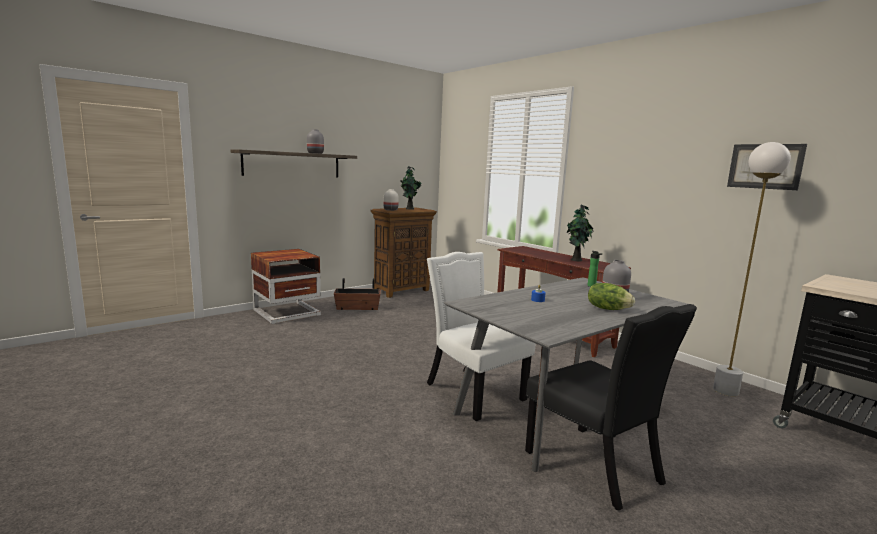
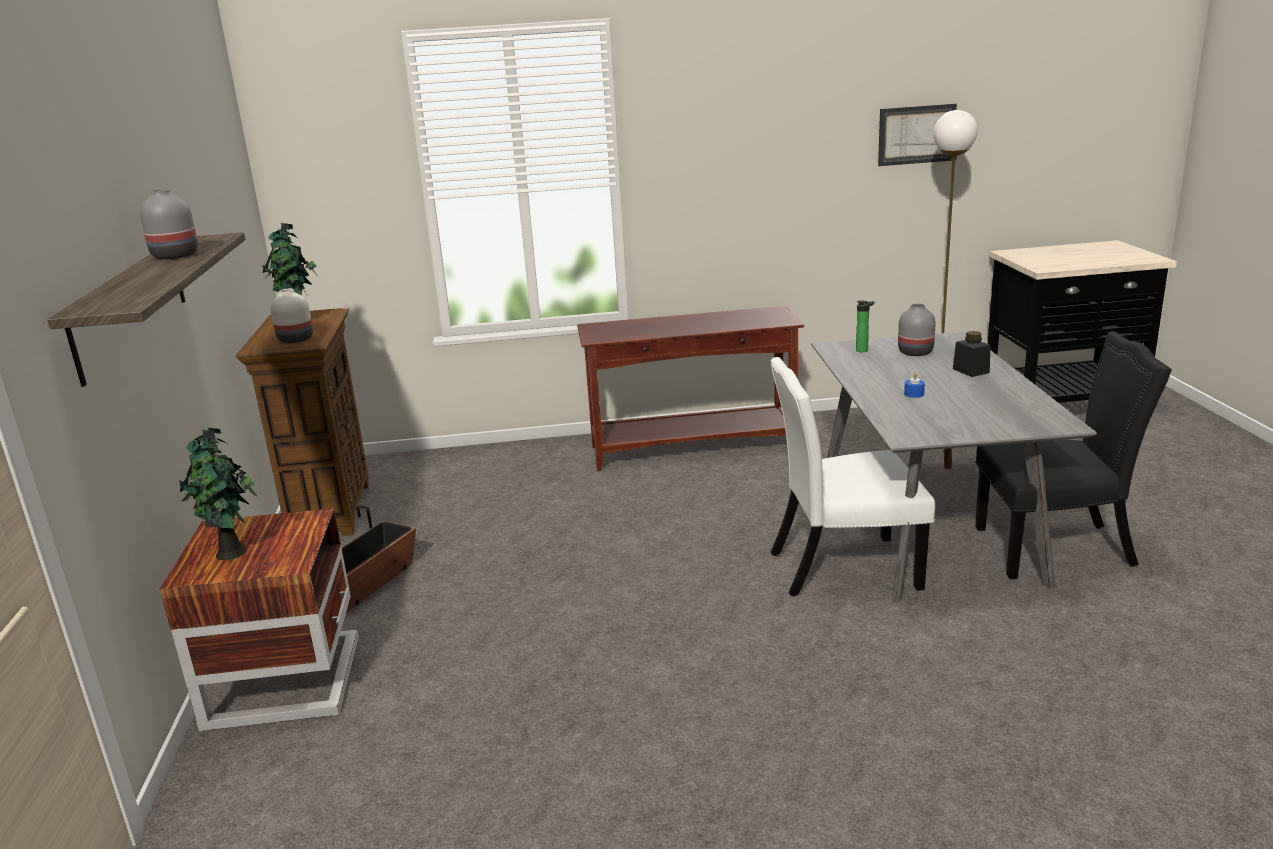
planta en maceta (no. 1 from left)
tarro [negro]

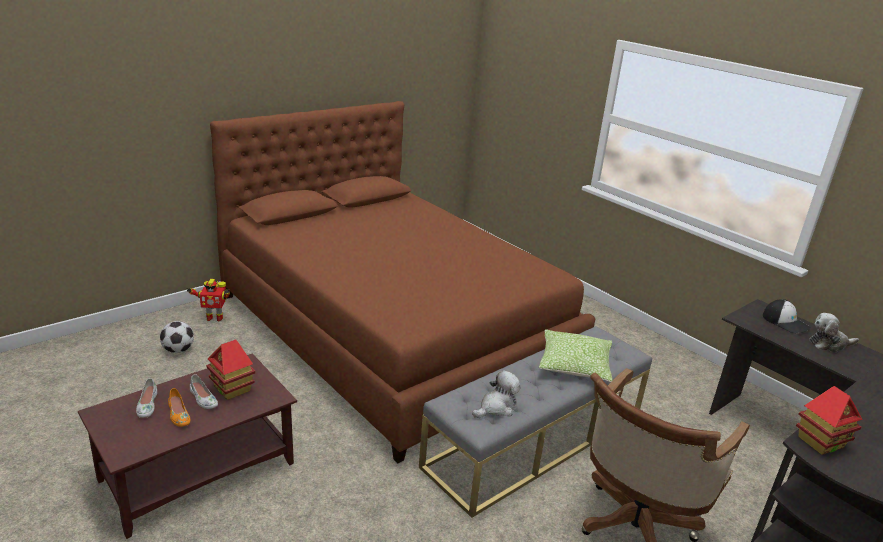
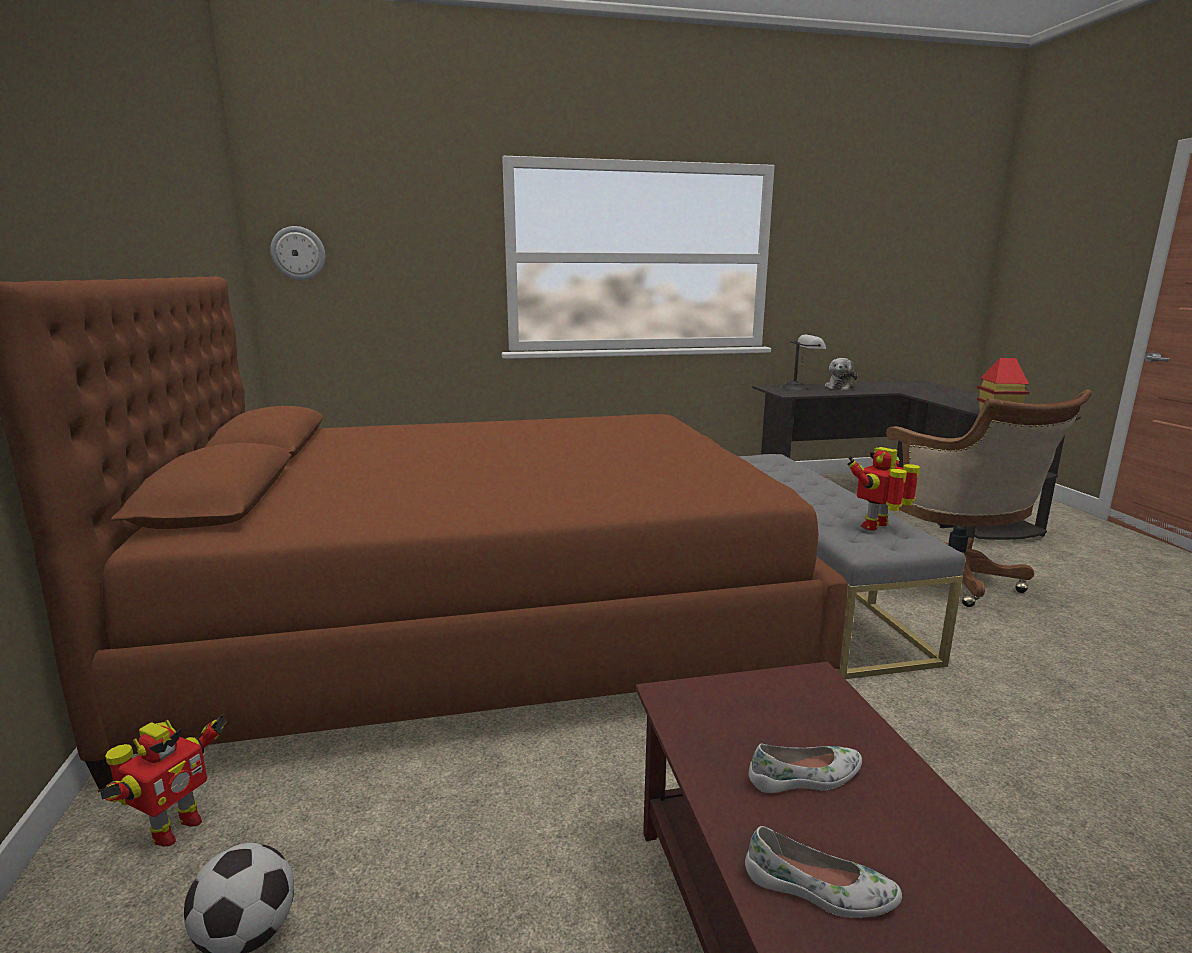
zapato [naranja]
casita (no. 1 from left in the first image)
robot de juguete (no. 2 from left)
cojín
lámpara de mesa
reloj de pared

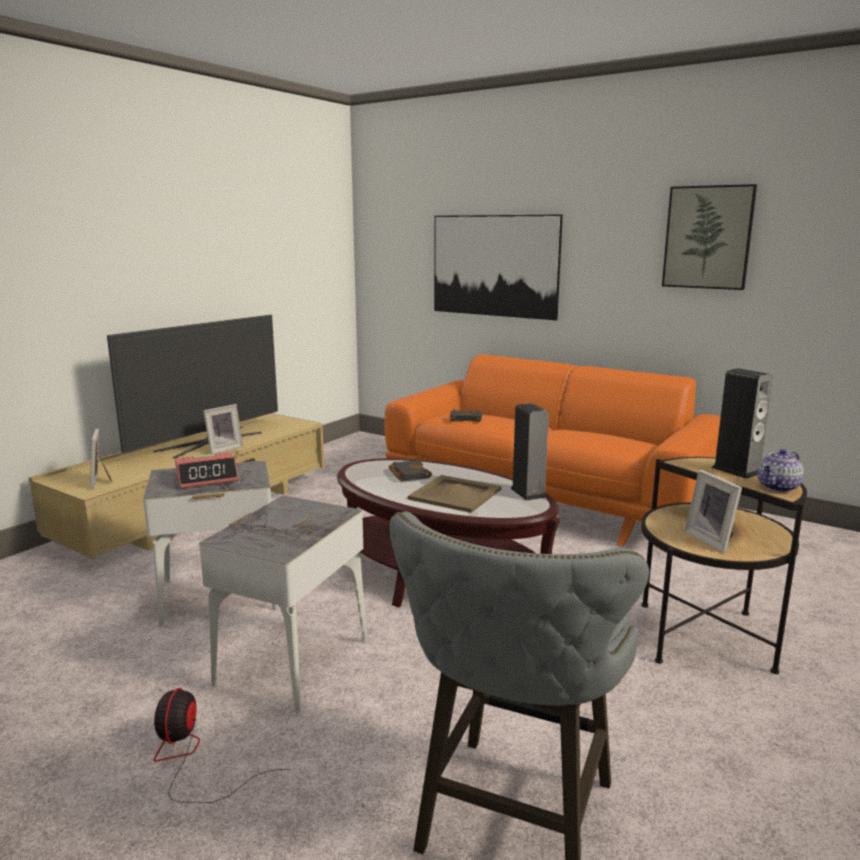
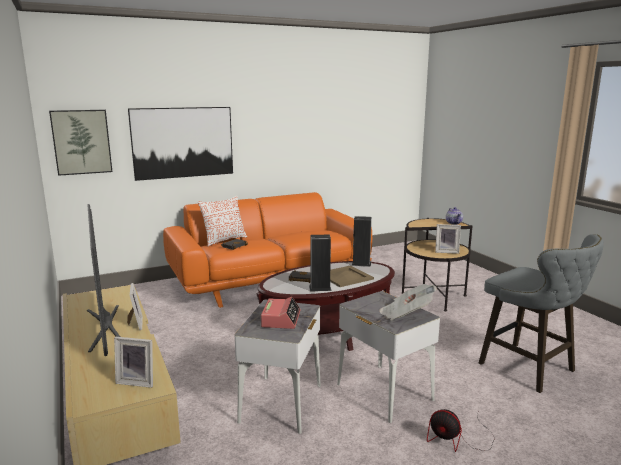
cuadro (no. 1 from left)
altavoz (no. 1 from left)
cojín [blanco]
periódico

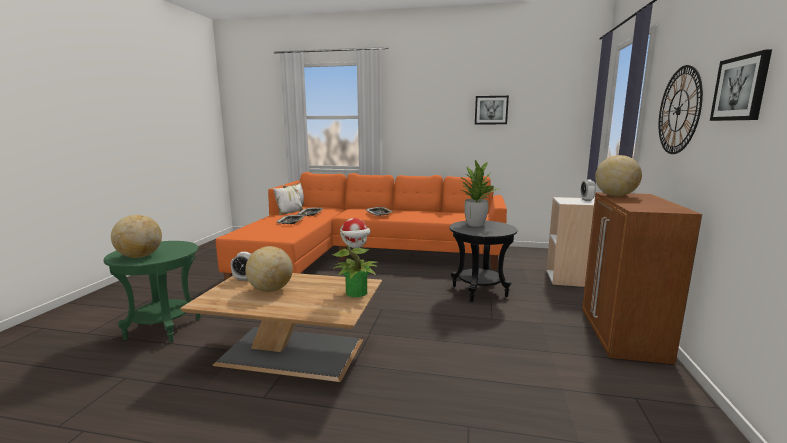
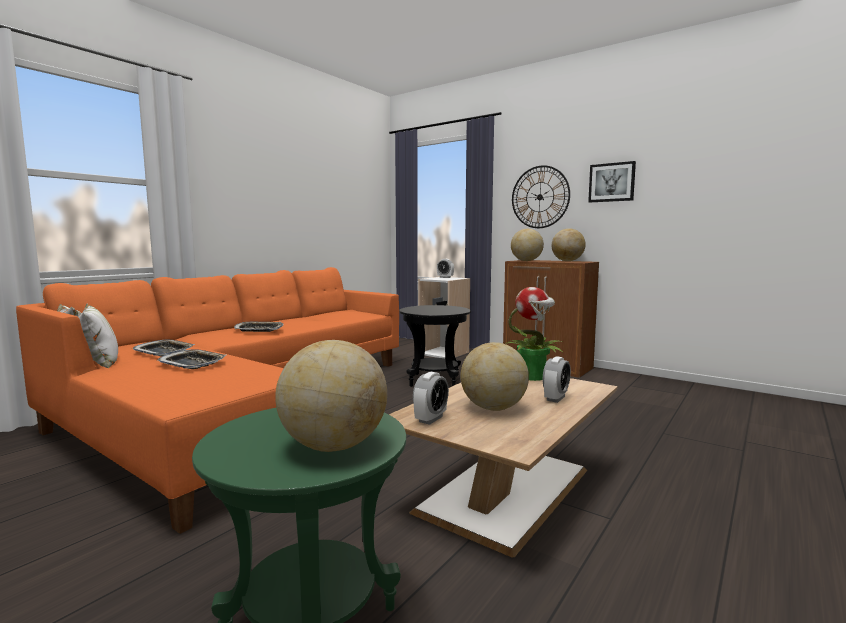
planta en maceta (no. 2 from left in the first image)
cuadro (no. 1 from left in the first image)
despertador (no. 3 from left)
globo terráqueo (no. 4 from left)

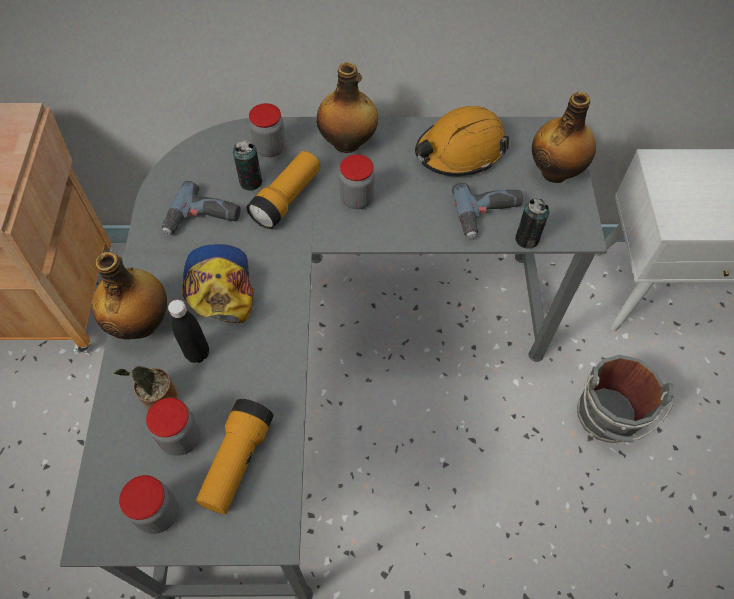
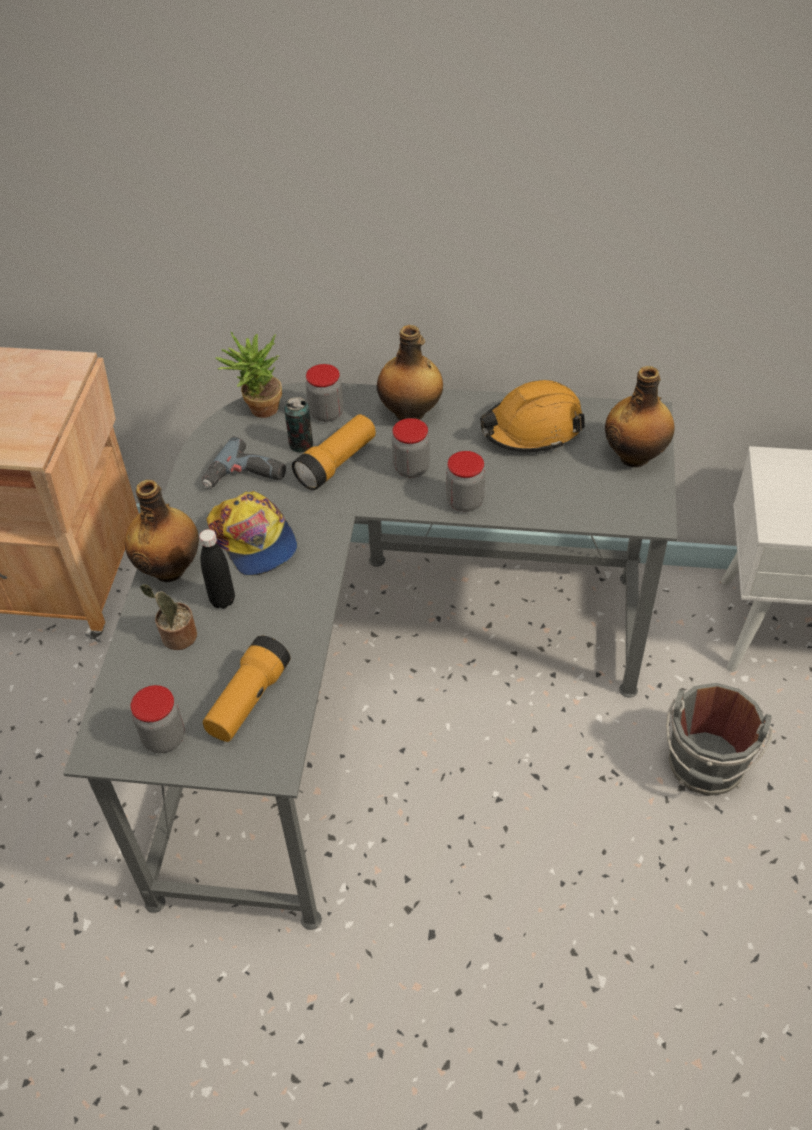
tarro (no. 4 from left)
gorra
taladro (no. 2 from left in the first image)
lata (no. 2 from left in the first image)
planta en maceta (no. 2 from left)

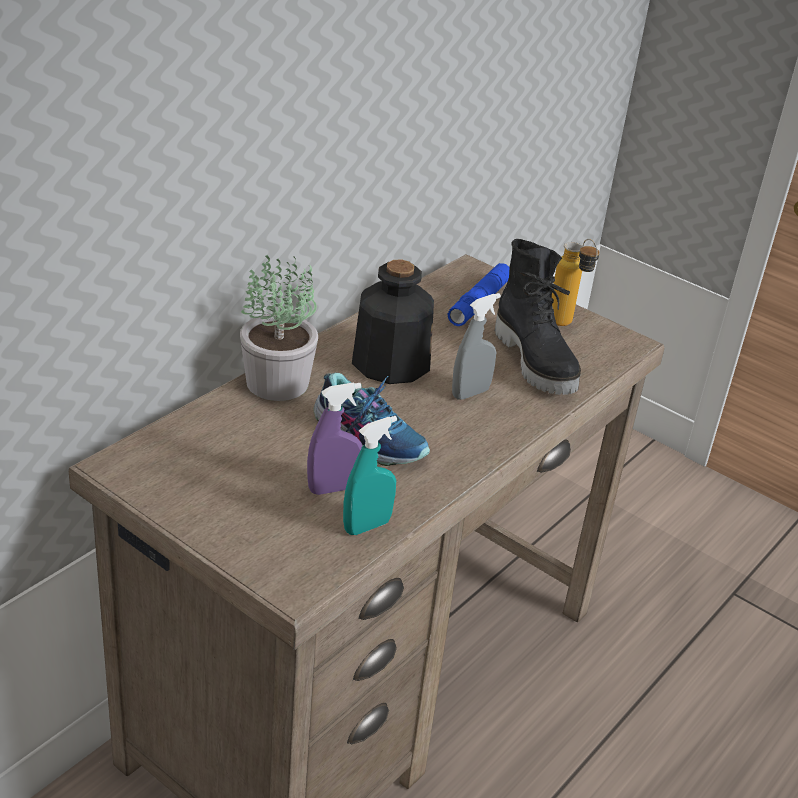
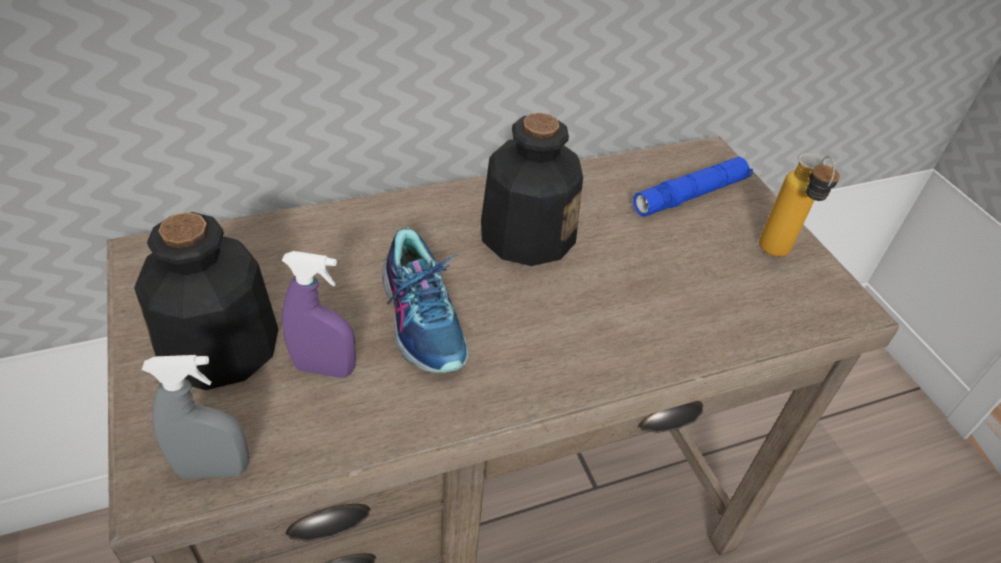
planta en maceta
pulverizador [turquesa]
pulverizador [gris]
bota [negro]
botella (no. 1 from left)

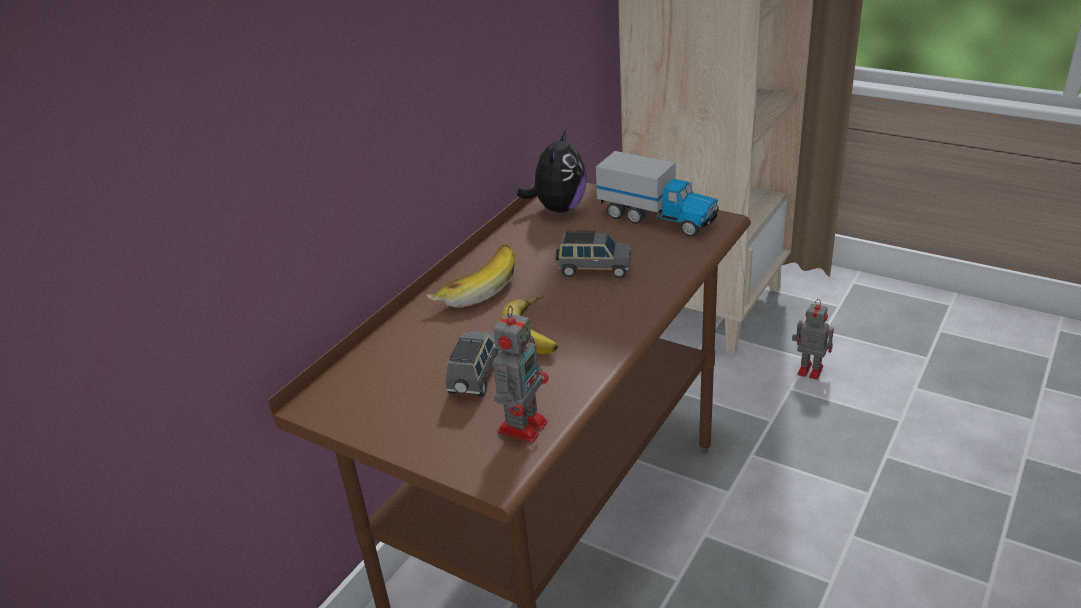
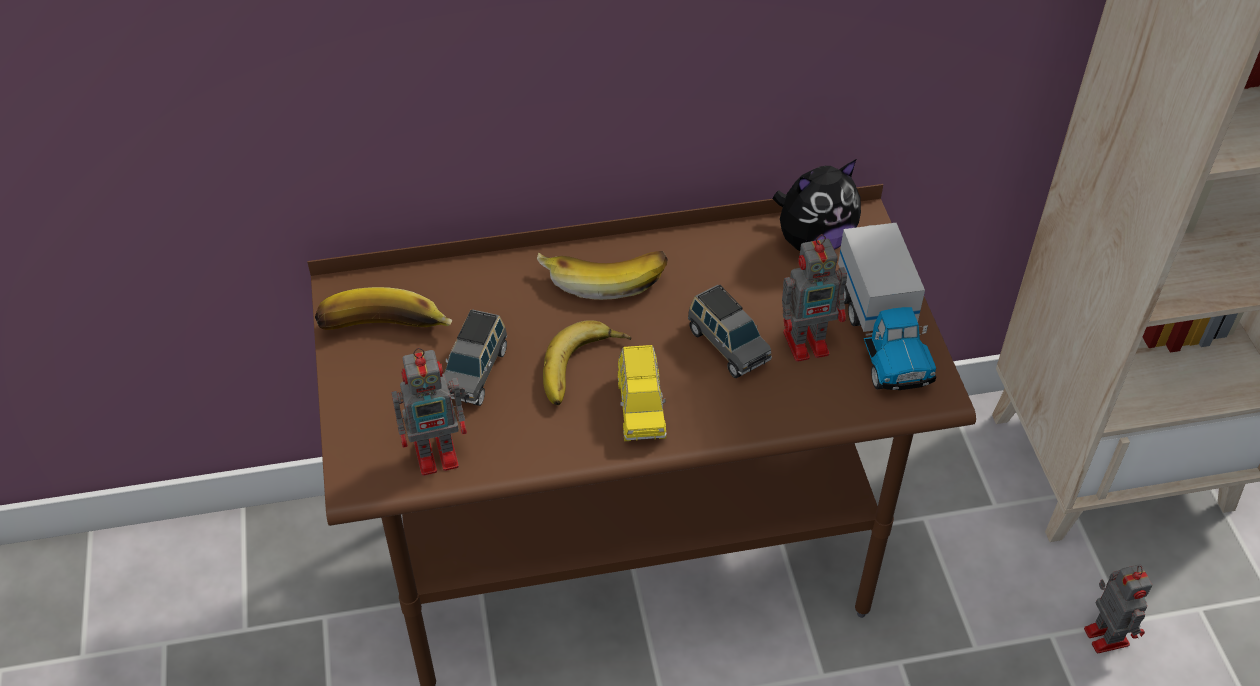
coche de juguete [gris] (no. 1 from left)
plátano (no. 1 from left)
coche de juguete [amarillo]
robot de juguete (no. 2 from left)

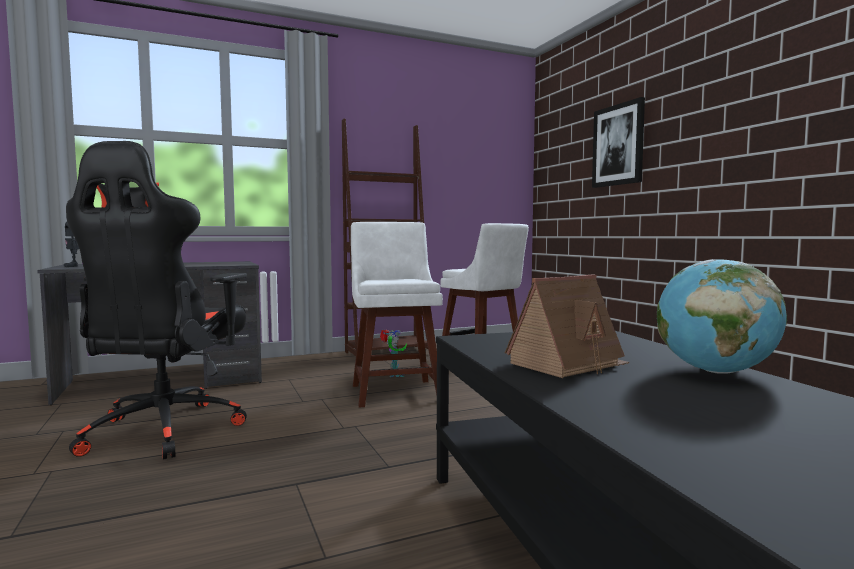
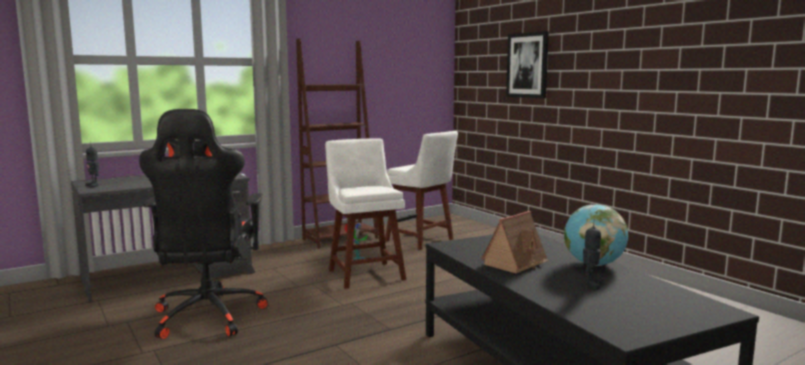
robot de juguete (no. 3 from left)

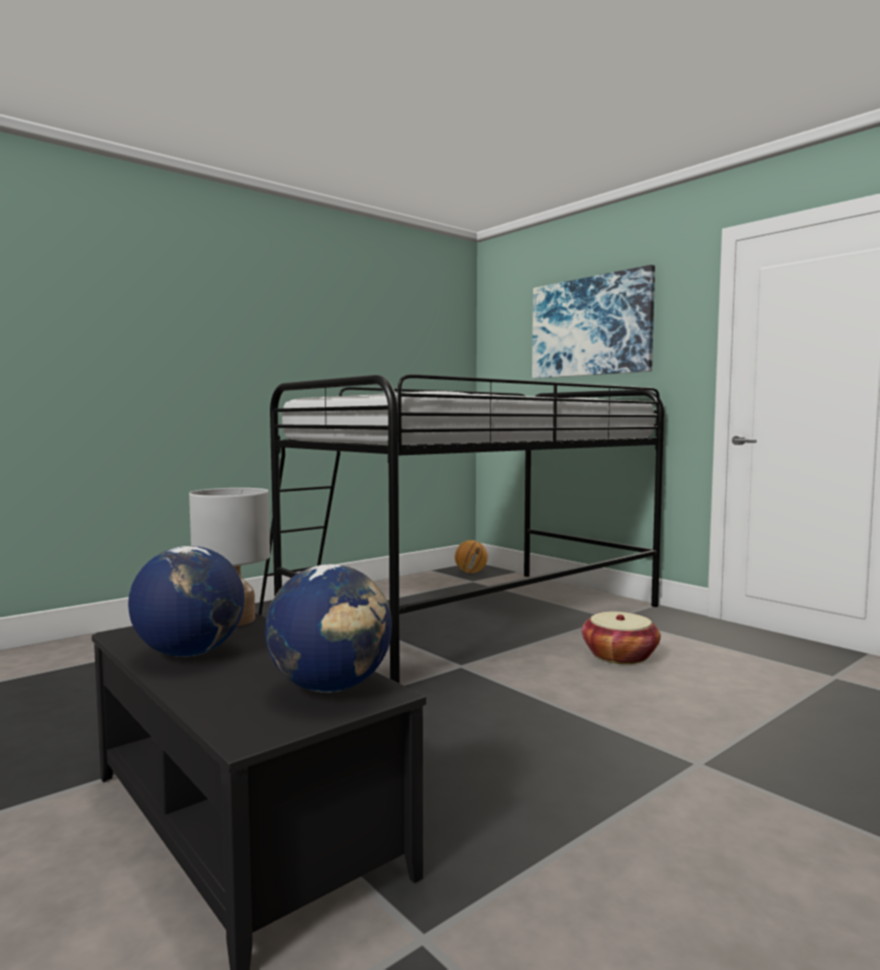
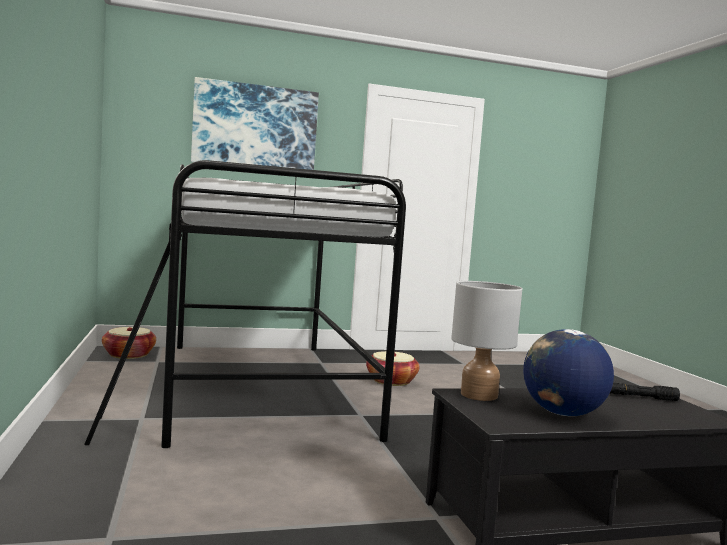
linterna [negro]
cesta (no. 1 from left)

